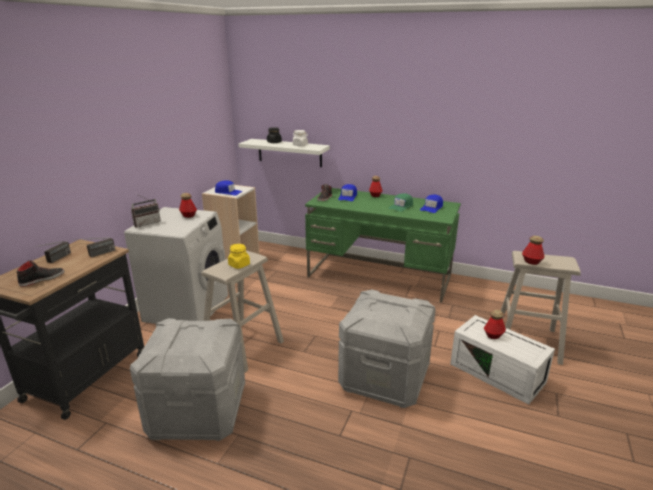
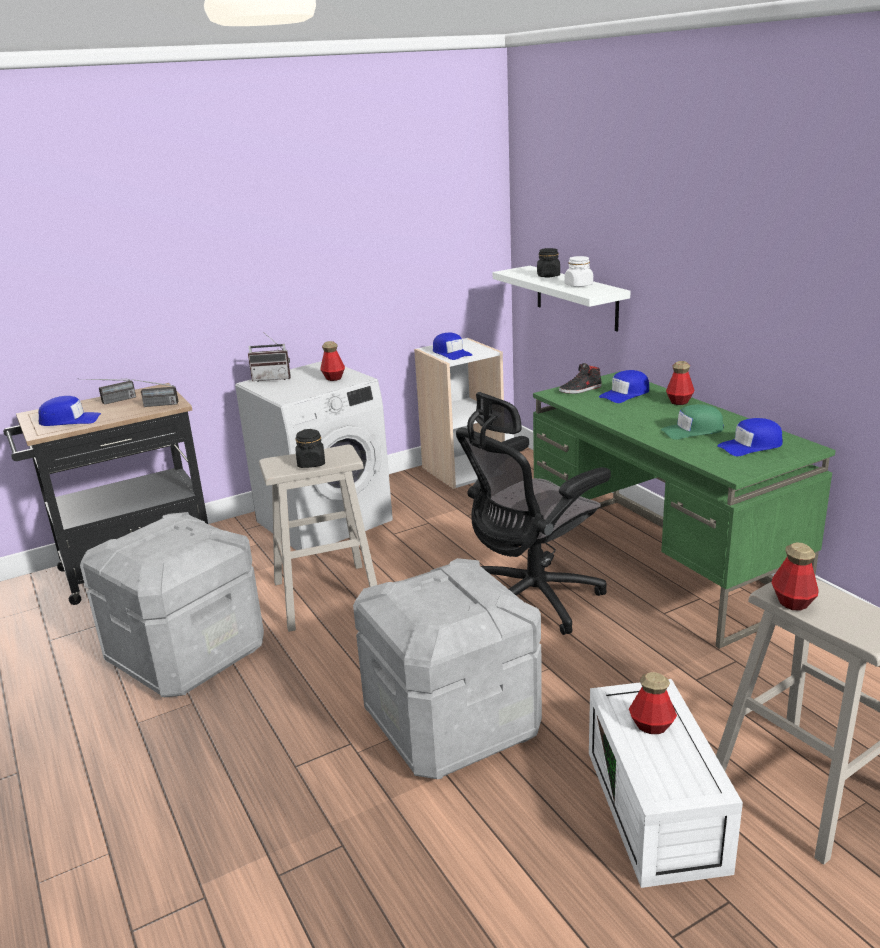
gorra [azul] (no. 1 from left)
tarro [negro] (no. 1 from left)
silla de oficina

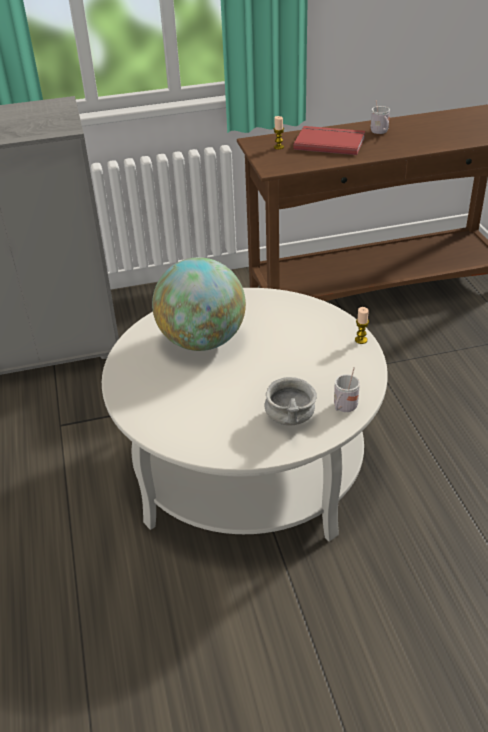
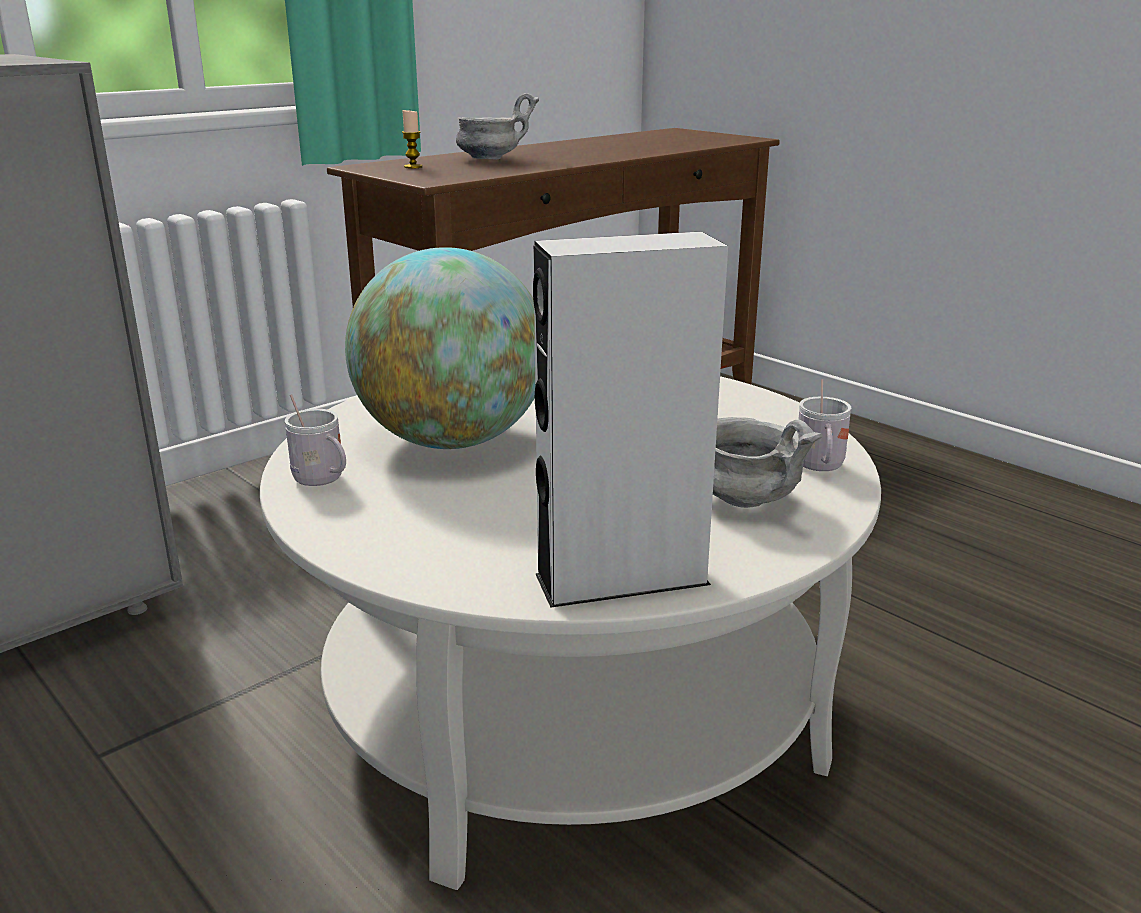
cuenco [gris] (no. 1 from left)
vela (no. 2 from left in the first image)
taza grande [blanco] (no. 1 from left)
altavoz [gris]

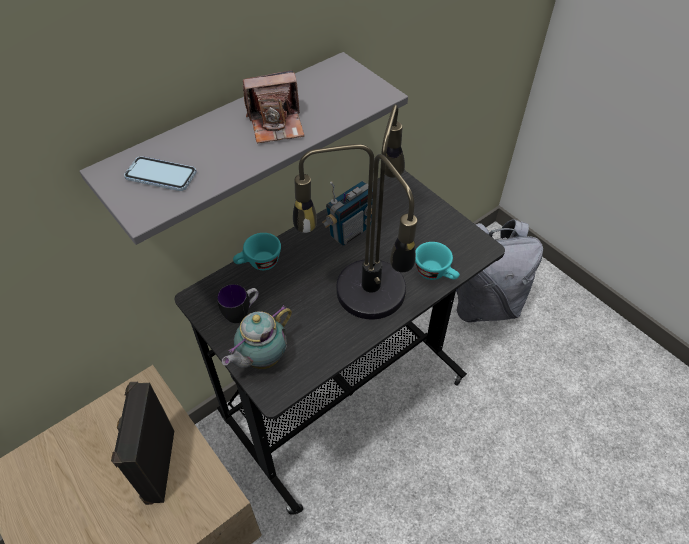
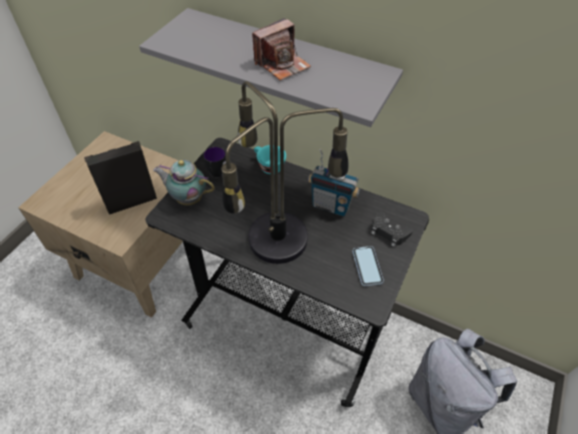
móvil
cámara
taza [turquesa] (no. 2 from left in the first image)
mando de consola [negro]

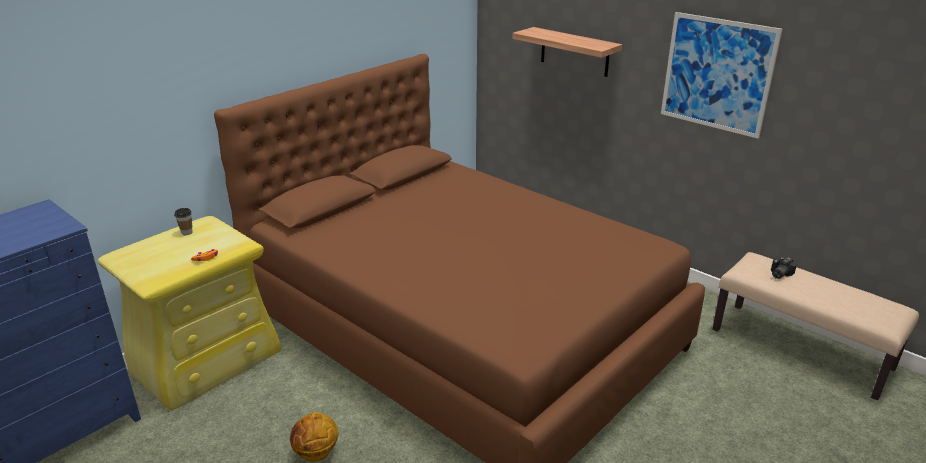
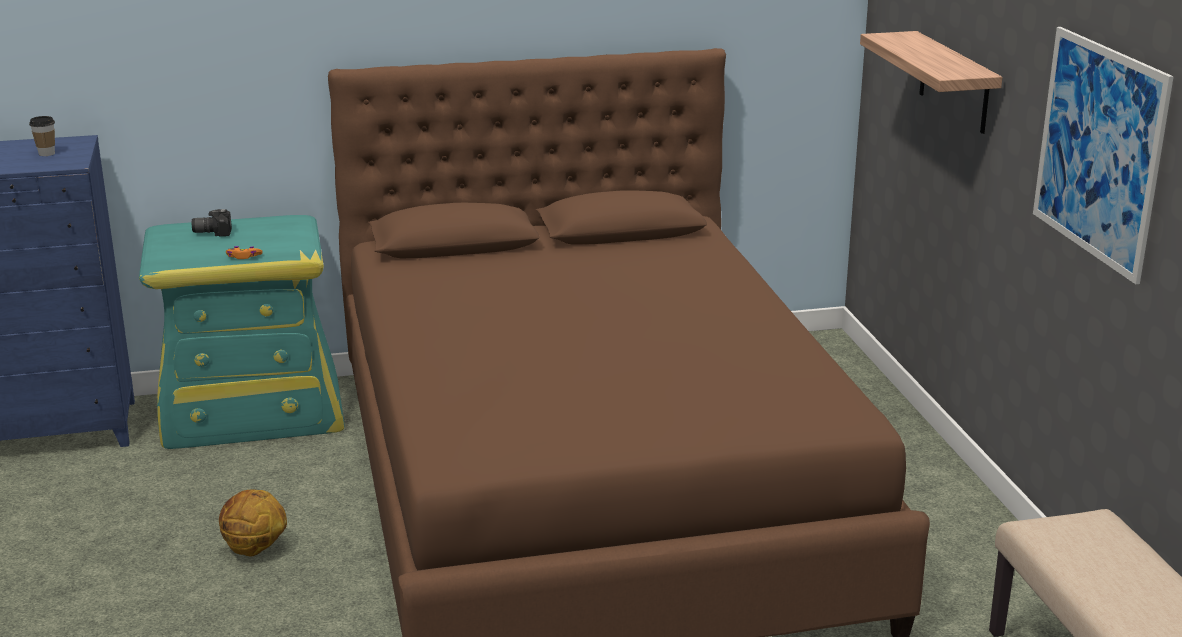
mesita de noche [turquesa]
taza
cámara

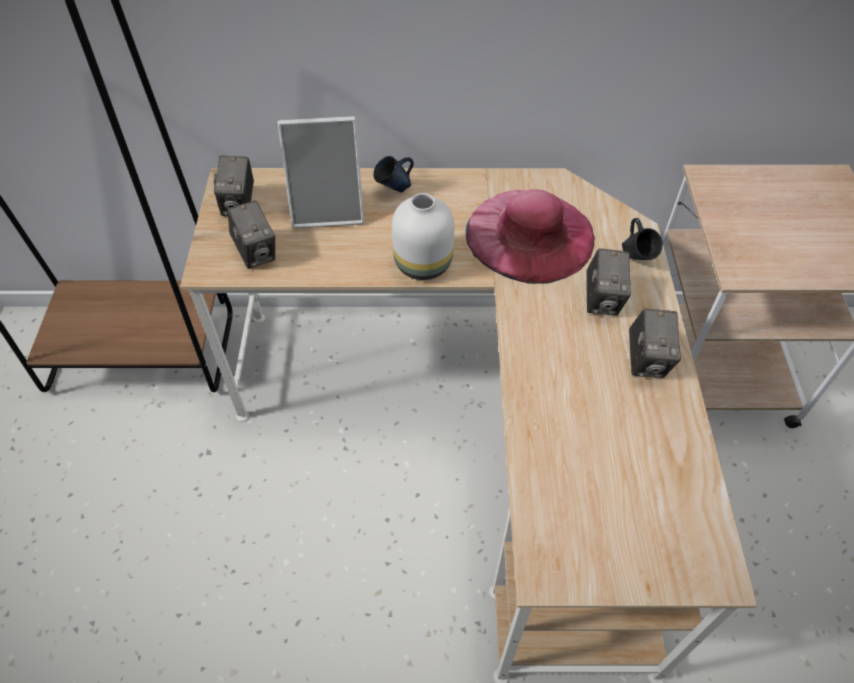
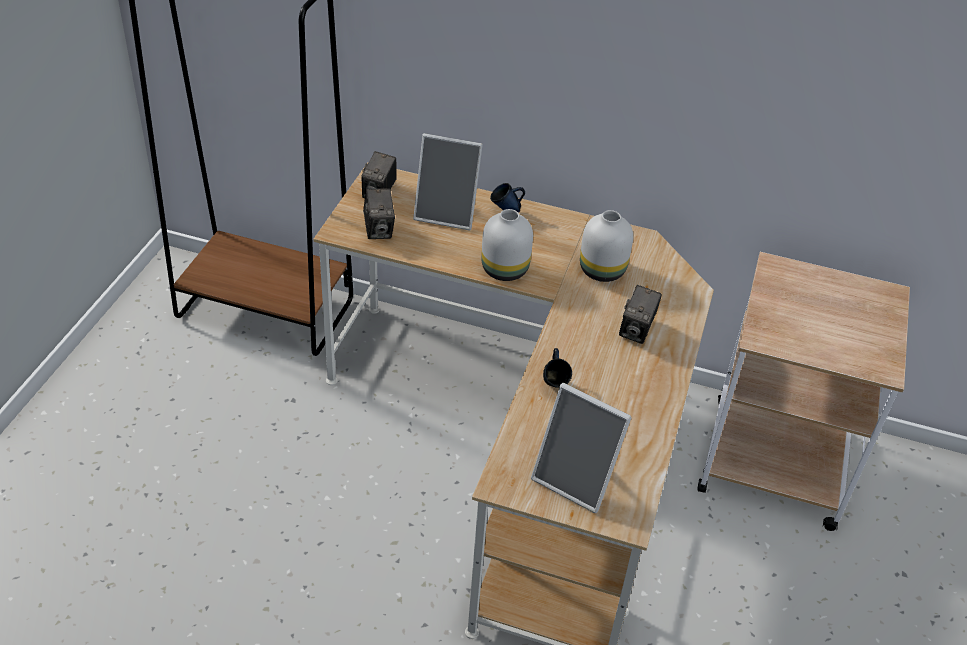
florero [blanco] (no. 2 from left)
taza grande [azul] (no. 2 from left)
cámara (no. 4 from left in the first image)
portarretratos (no. 2 from left)

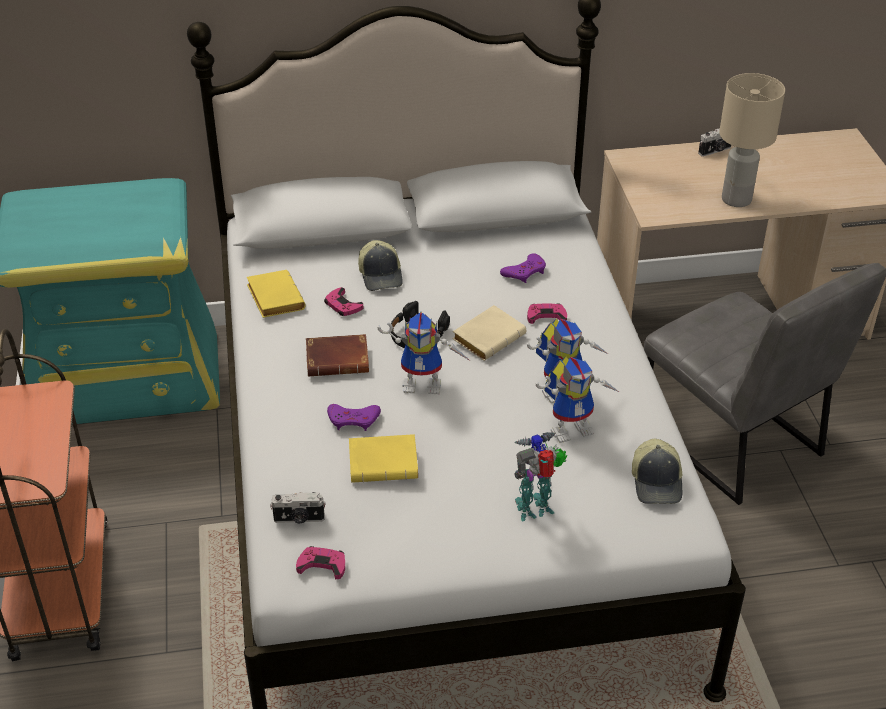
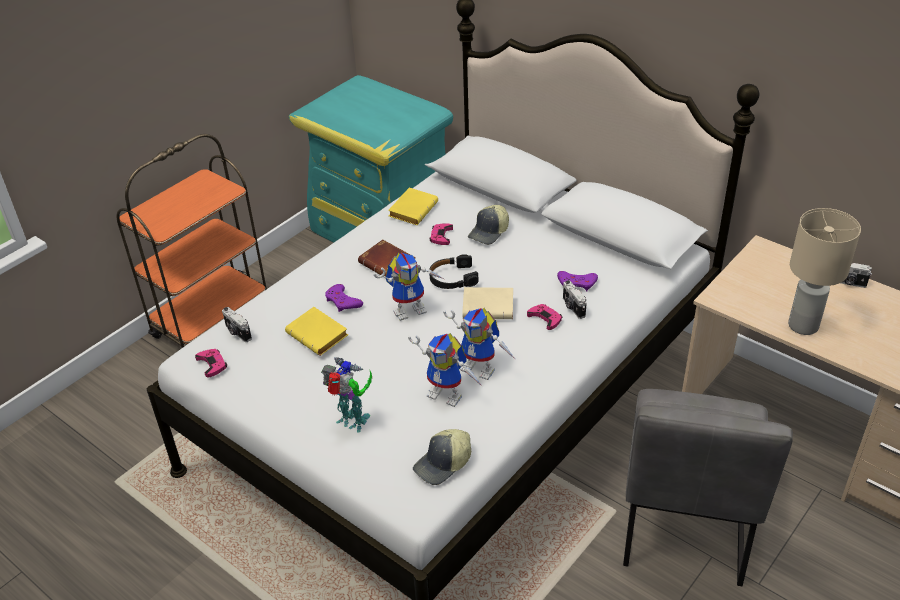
robot de juguete (no. 2 from left)
cámara (no. 2 from left)

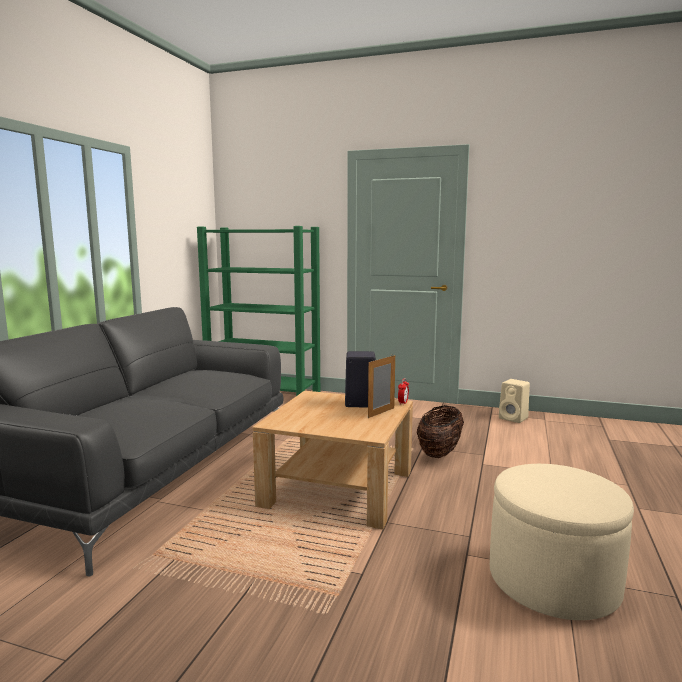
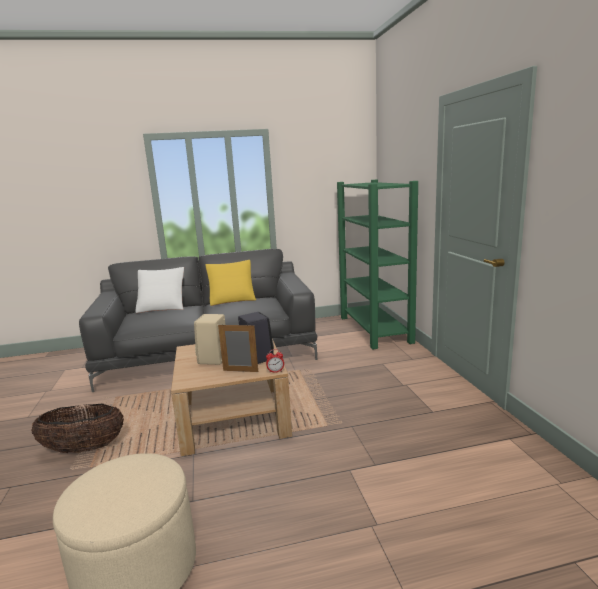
cesta
altavoz [beis]
cojín [blanco]
cojín [amarillo]

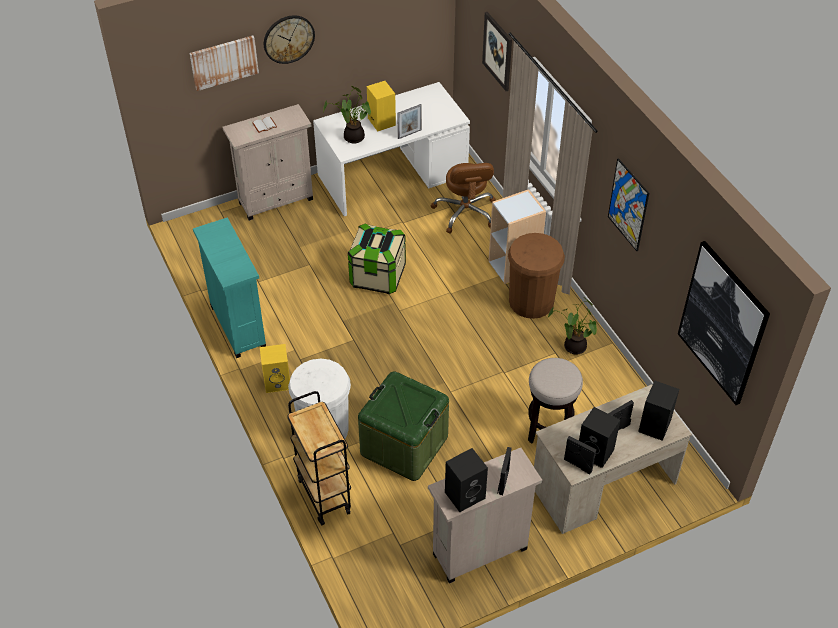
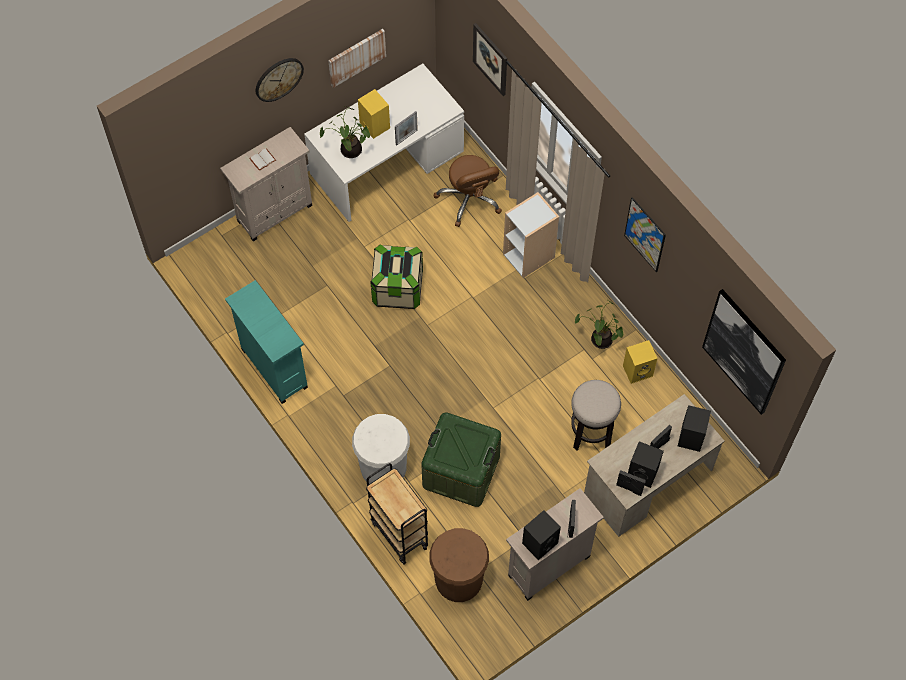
cuadro (no. 1 from left)
altavoz [amarillo] (no. 2 from left)
papelera [marrón]

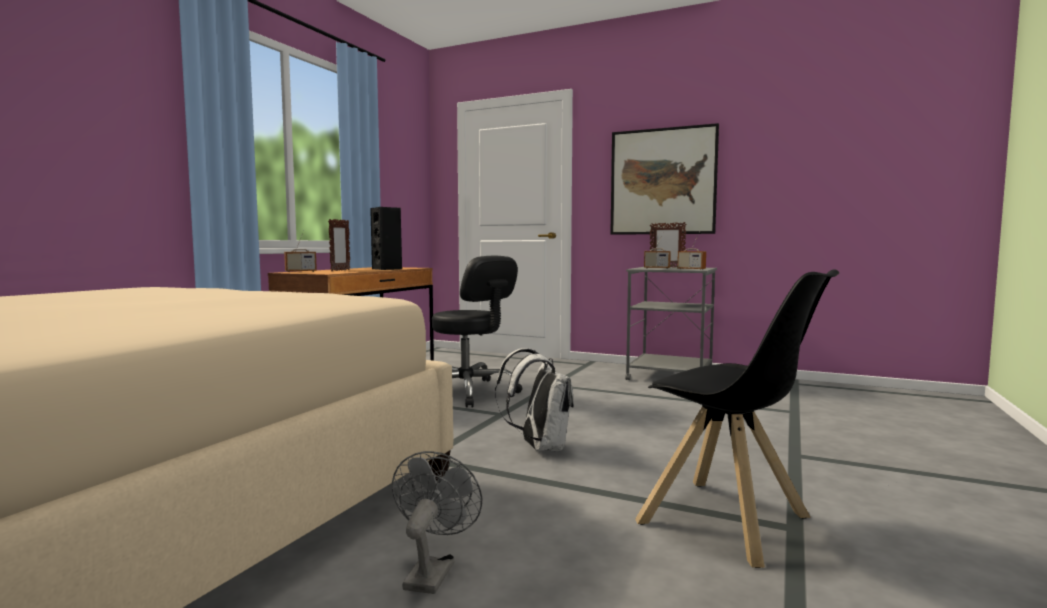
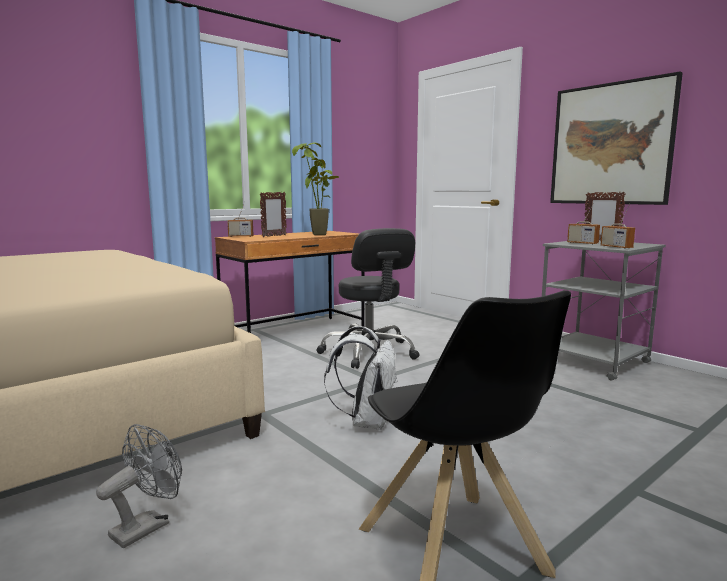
planta en maceta

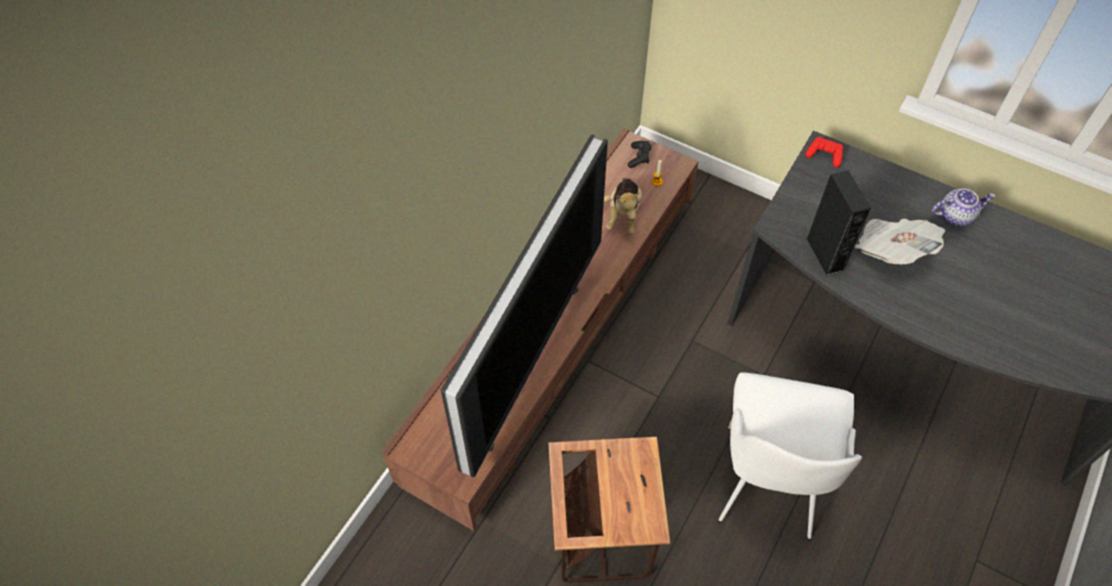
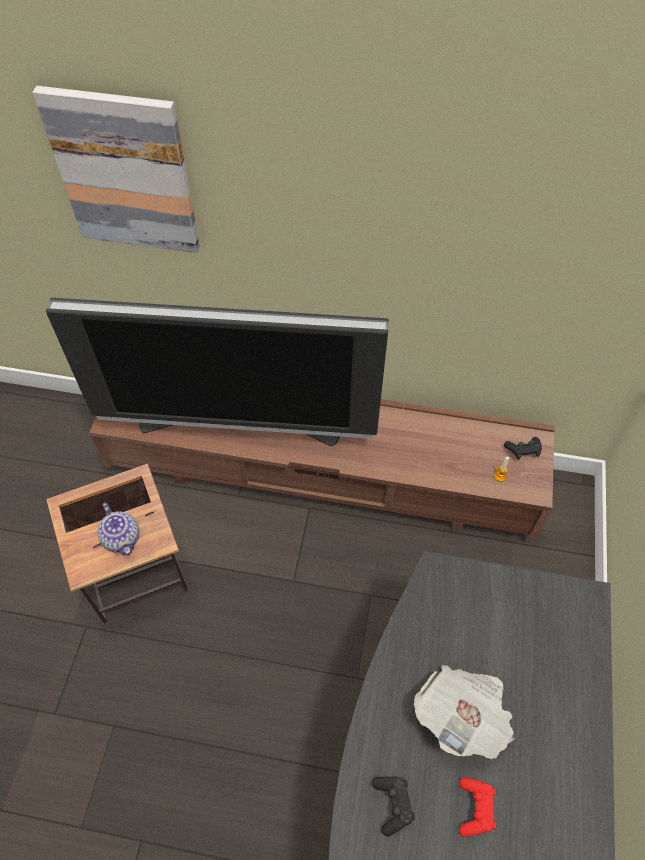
peluche
silla [blanco]
mando de consola [rojo]
altavoz [negro]
tetera
cuadro
mando de consola [negro] (no. 1 from left)

